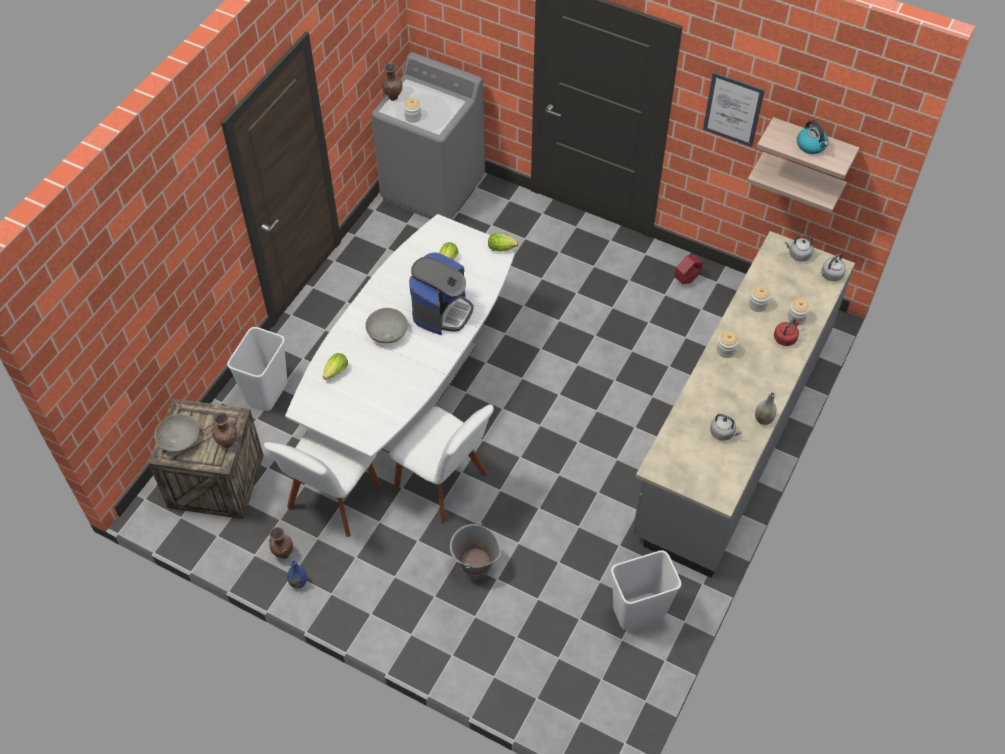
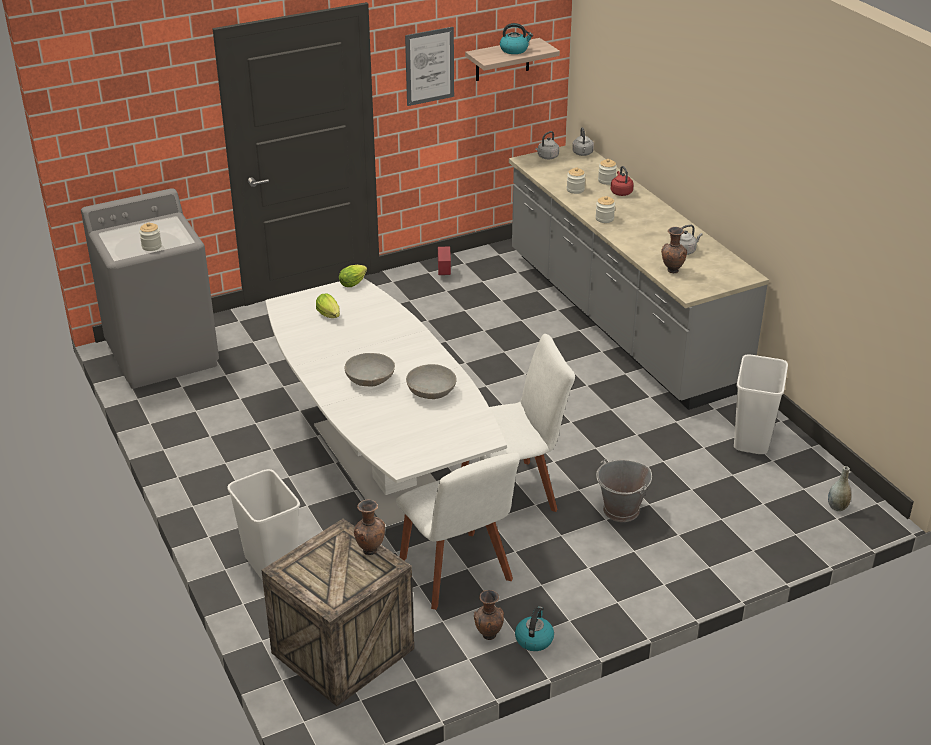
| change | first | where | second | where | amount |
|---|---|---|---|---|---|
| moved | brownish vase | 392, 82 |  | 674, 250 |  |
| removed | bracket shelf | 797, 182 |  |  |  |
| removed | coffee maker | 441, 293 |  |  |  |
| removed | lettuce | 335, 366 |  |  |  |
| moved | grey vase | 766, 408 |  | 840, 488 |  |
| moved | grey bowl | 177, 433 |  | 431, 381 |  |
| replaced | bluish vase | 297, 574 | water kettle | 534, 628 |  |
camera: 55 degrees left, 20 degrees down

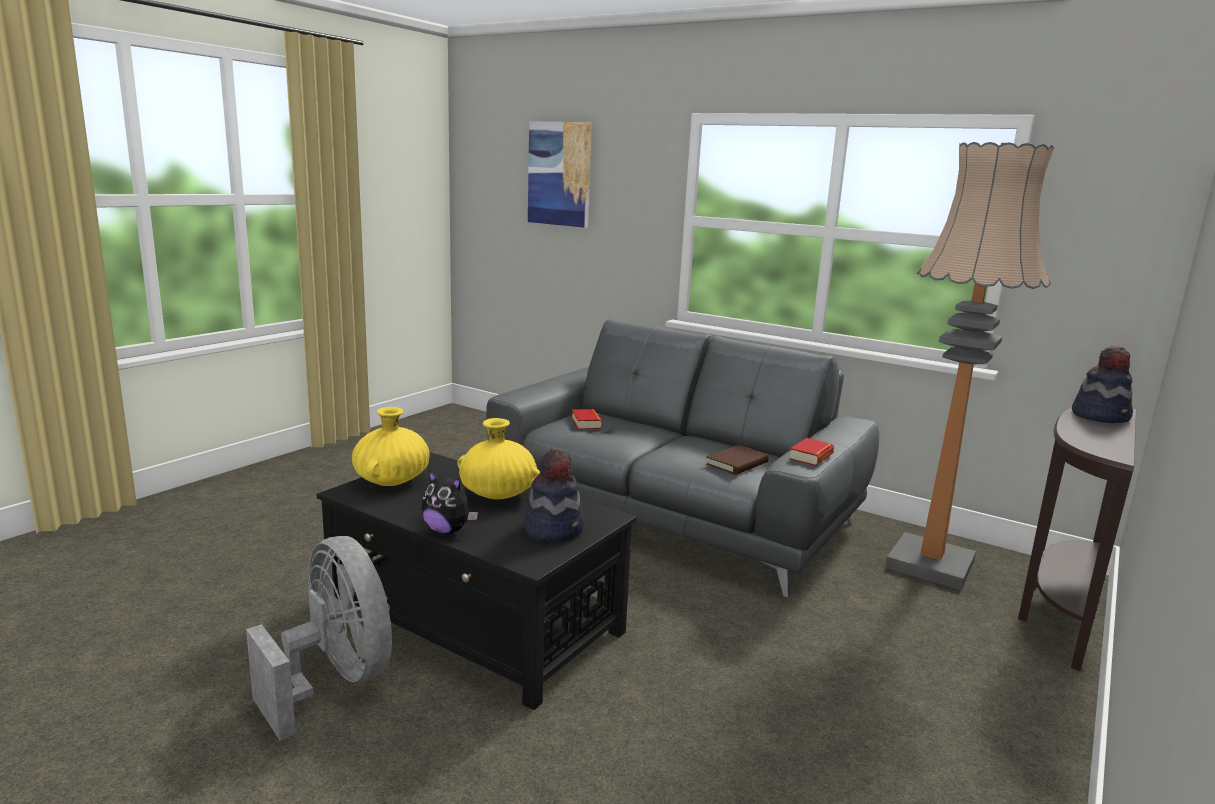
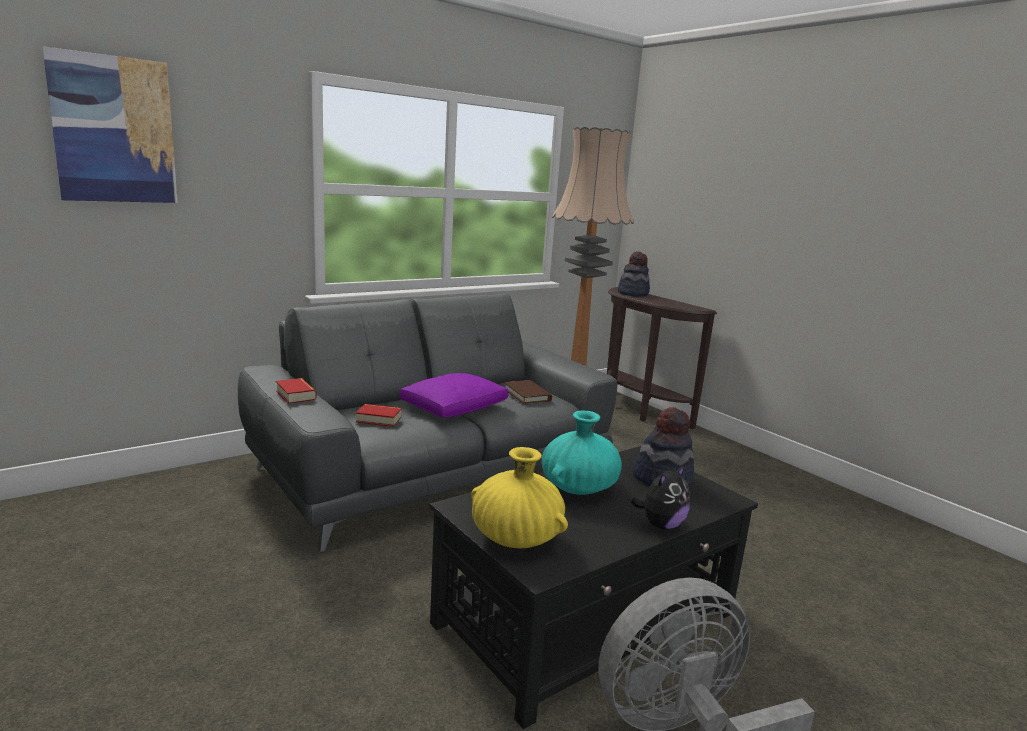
| change | first | where | second | where | amount |
|---|---|---|---|---|---|
| recoloured | yellow-coloured vase | 498, 458 | turquoise vase | 582, 452 |  |
| moved | volume | 811, 452 |  | 296, 391 |  |
| added |  |  | purple cushion | 454, 395 |  |
camera: 70 degrees left, 0 degrees up

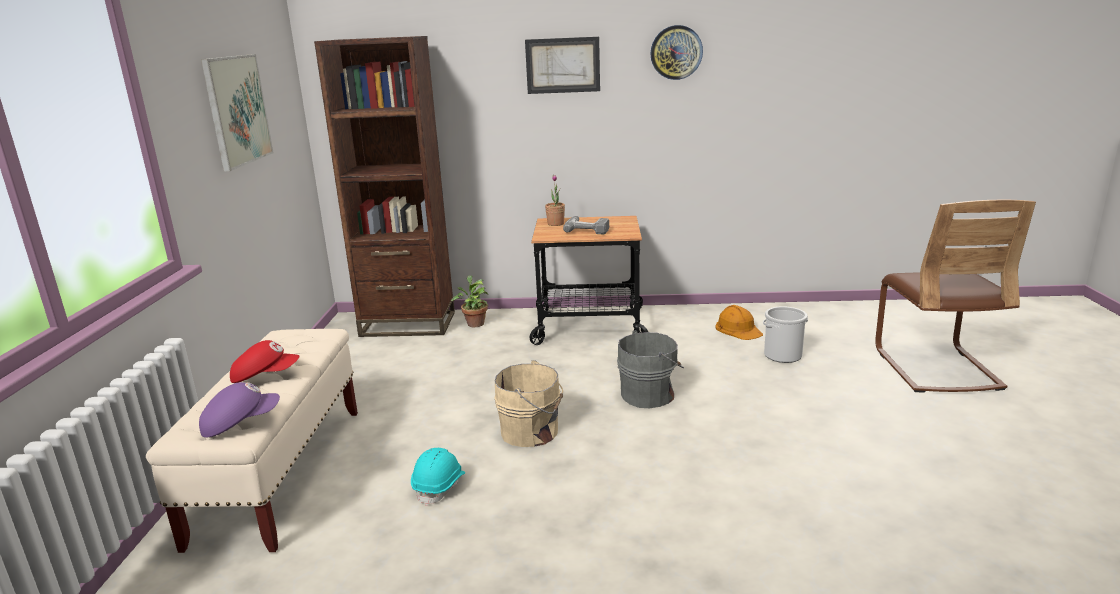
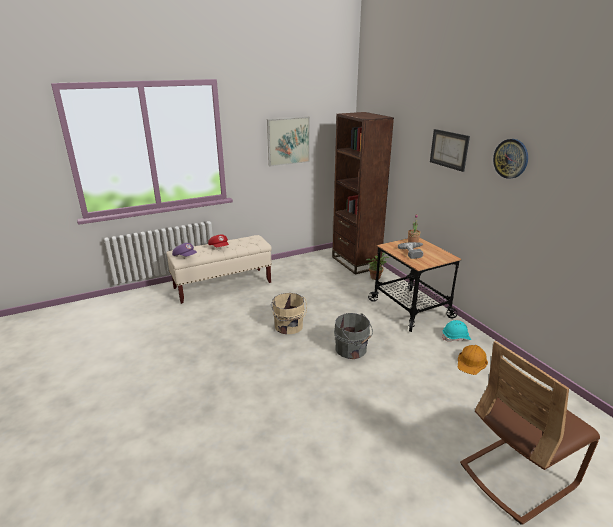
| change | first | where | second | where | amount |
|---|---|---|---|---|---|
| removed | pail | 785, 334 |  |  |  |
| moved | turquoise hard hat | 438, 477 |  | 456, 331 |  |
camera: 60 degrees right, 5 degrees up

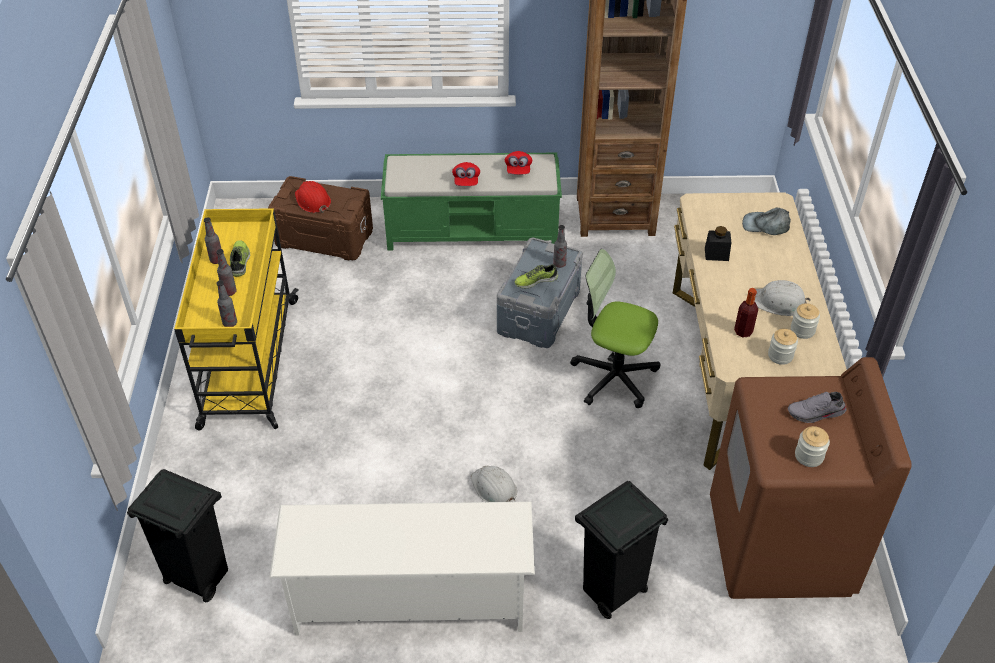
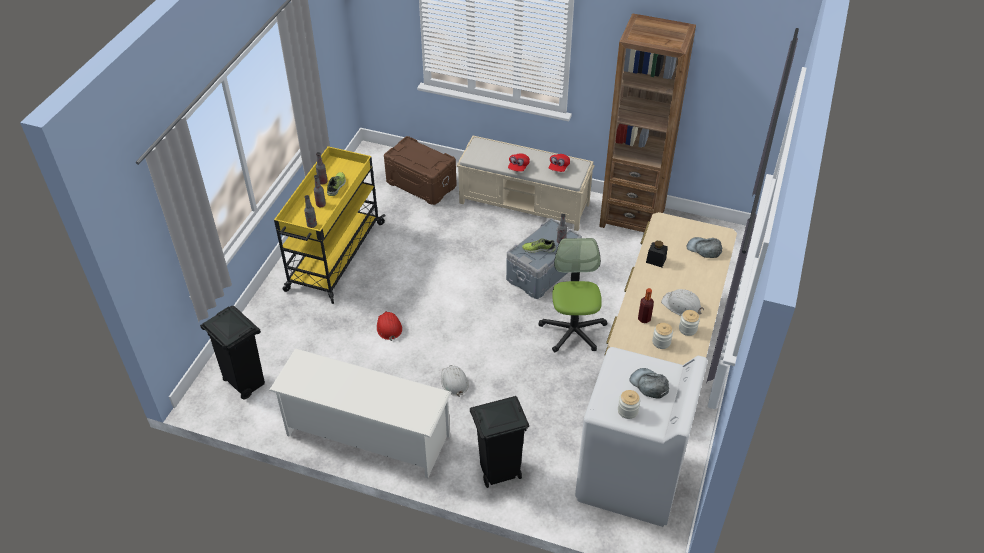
| change | first | where | second | where | amount |
|---|---|---|---|---|---|
| recoloured | greenish bench | 471, 201 | beige bench | 526, 183 |  |
| moved | red hard hat | 313, 197 |  | 389, 326 |  |
| turned | desk chair | 615, 328 |  | 573, 295 | 45 degrees clockwise |
| recoloured | brownish washing machine | 811, 478 | white-coloured washing machine | 641, 437 |  |
| replaced | grey low shoe | 817, 407 | grey peaked cap | 649, 383 |  |
camera: 20 degrees right, 0 degrees up

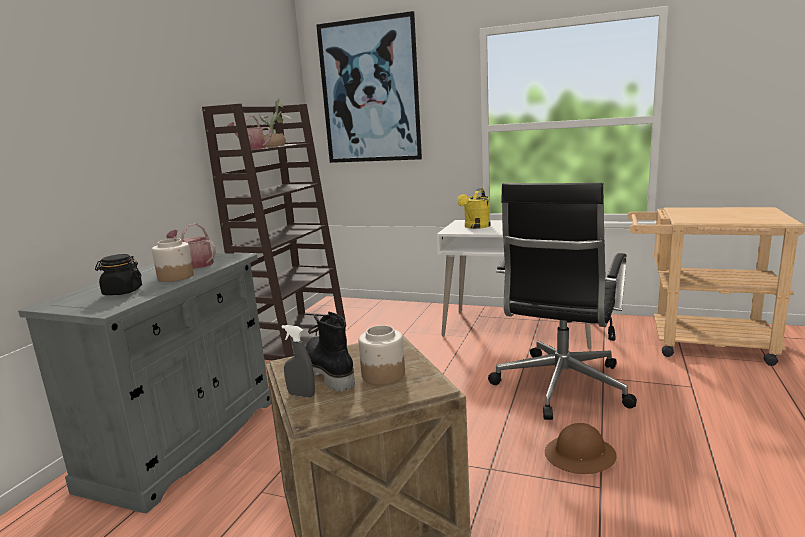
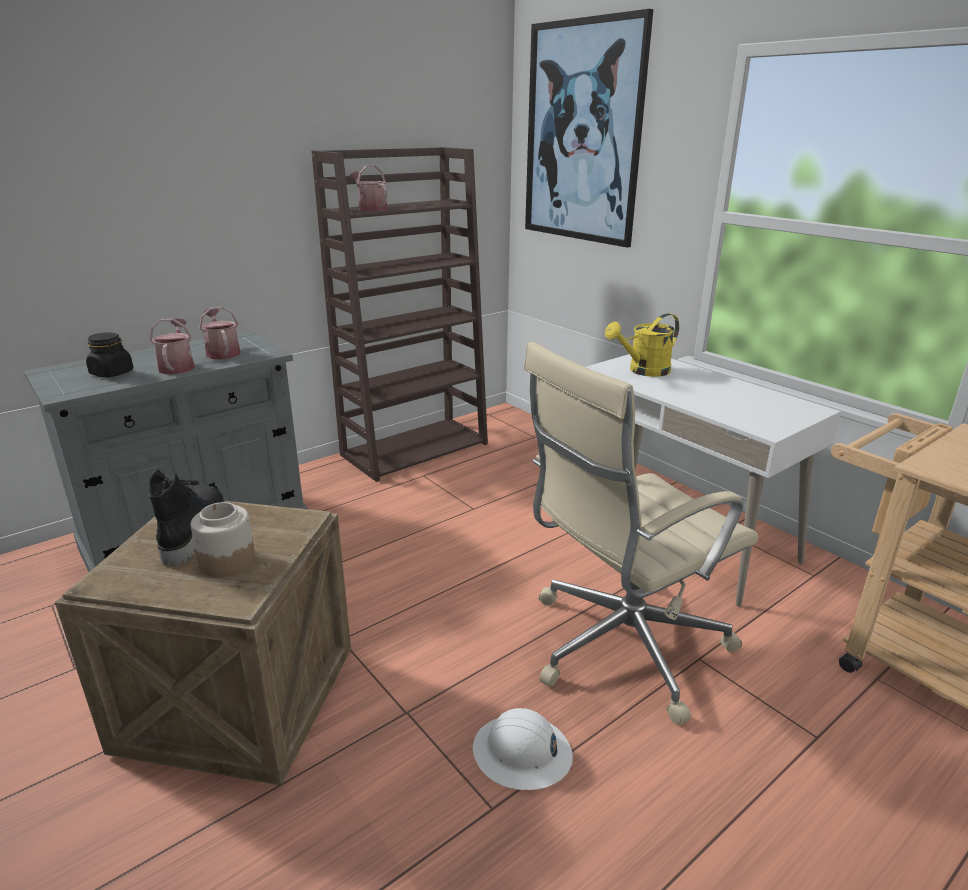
| change | first | where | second | where | amount |
|---|---|---|---|---|---|
| removed | plant in a pot | 275, 122 |  |  |  |
| recoloured | blackish desk chair | 562, 301 | beige desk chair | 641, 533 |  |
| replaced | storage jar | 173, 260 | sprinkling can | 172, 346 |  |
| removed | grey hand sprayer | 298, 361 |  |  |  |
| recoloured | brownish hard hat | 581, 448 | white-coloured hard hat | 523, 749 |  |
camera: 30 degrees right, 10 degrees up

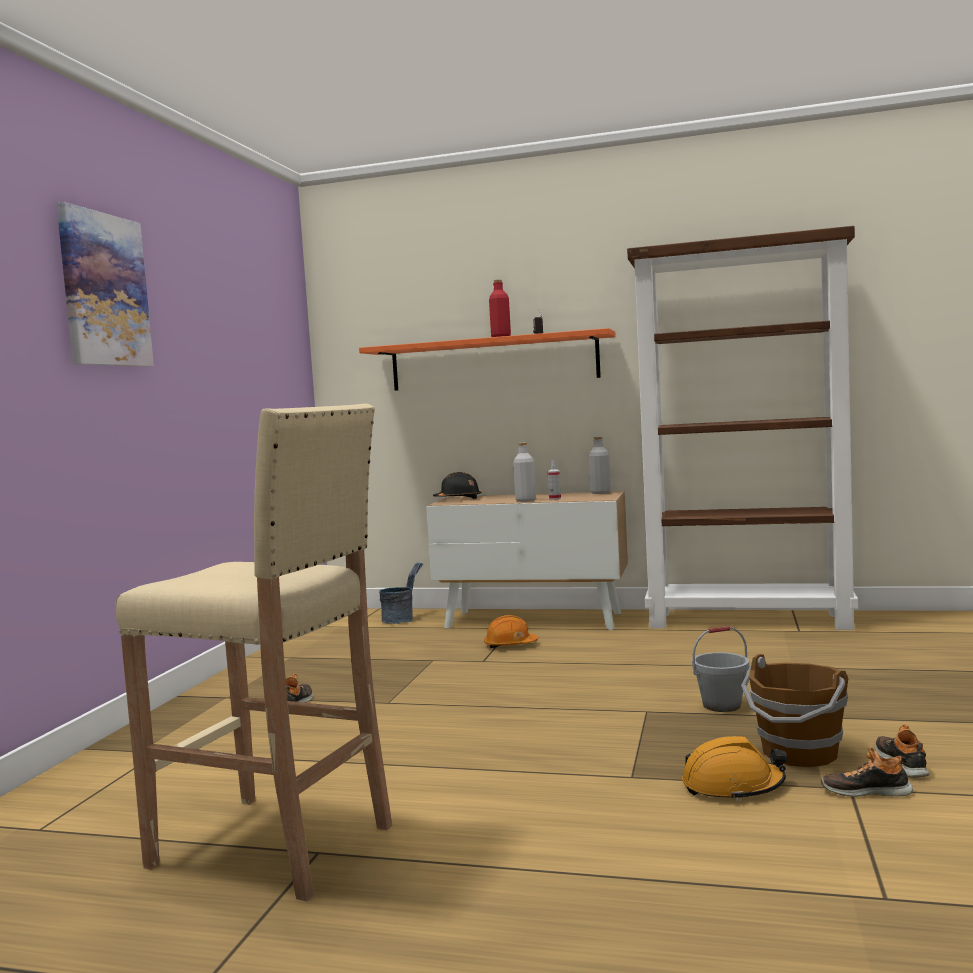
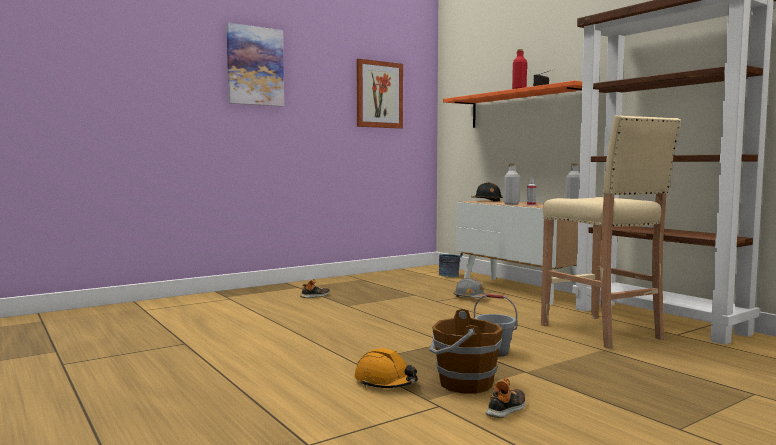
| change | first | where | second | where | amount |
|---|---|---|---|---|---|
| moved | beige stool seat | 253, 652 |  | 611, 232 |  |
| recoloured | orange hard hat | 511, 631 | grey hard hat | 470, 287 |  |
| removed | low shoe | 867, 772 |  |  |  |
| added |  |  | picture | 380, 94 |  |
camera: 40 degrees right, 0 degrees up

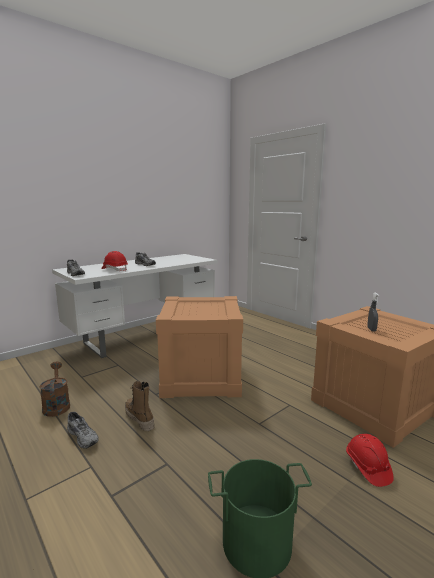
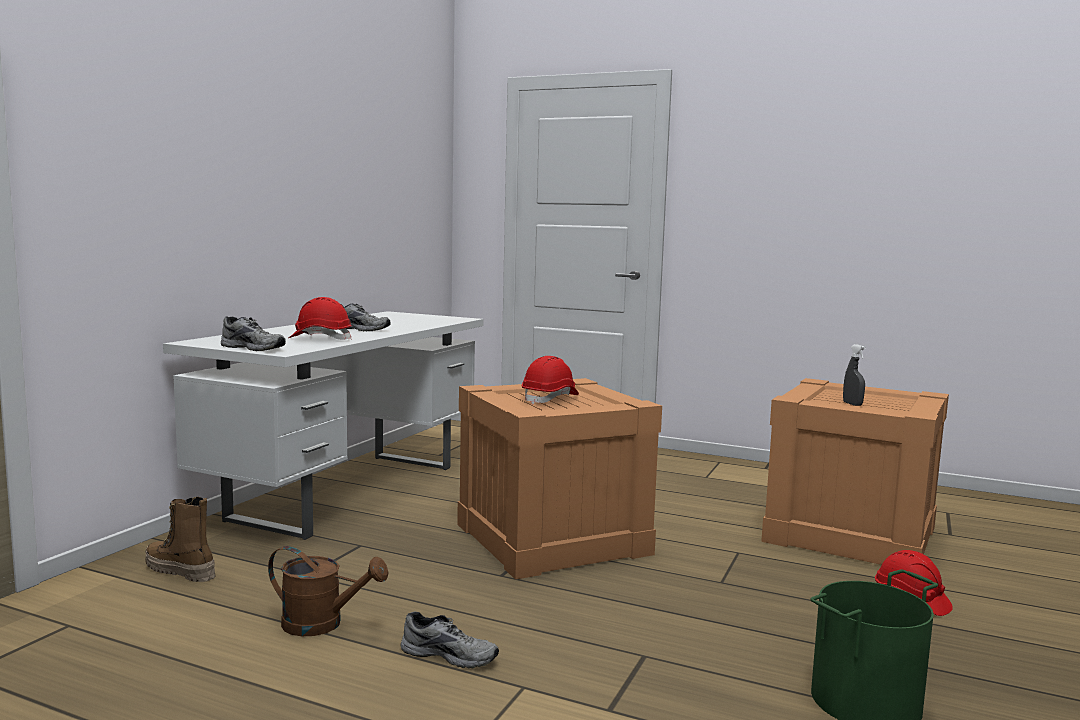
| change | first | where | second | where | amount |
|---|---|---|---|---|---|
| turned | brownish sprinkling can | 55, 389 |  | 328, 591 | 150 degrees clockwise |
| moved | tall boot | 139, 406 |  | 180, 539 |  |
| added |  |  | red hard hat | 550, 380 |  |
camera: 25 degrees left, 5 degrees down

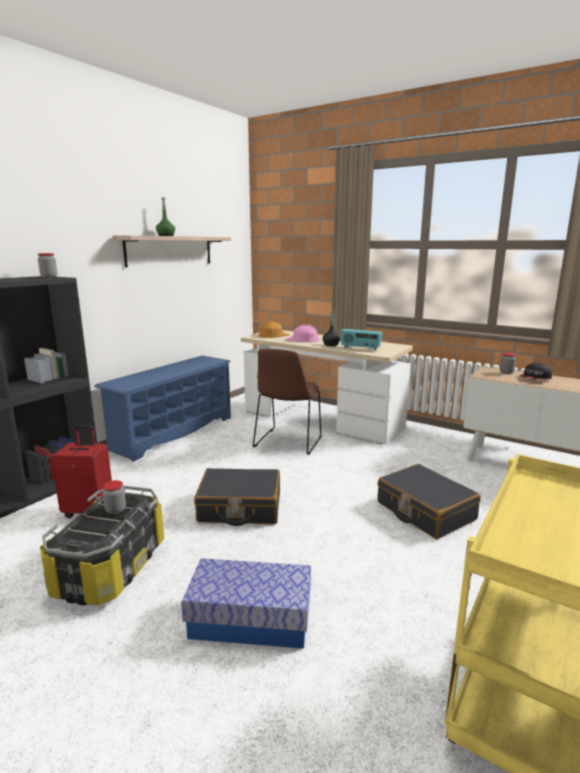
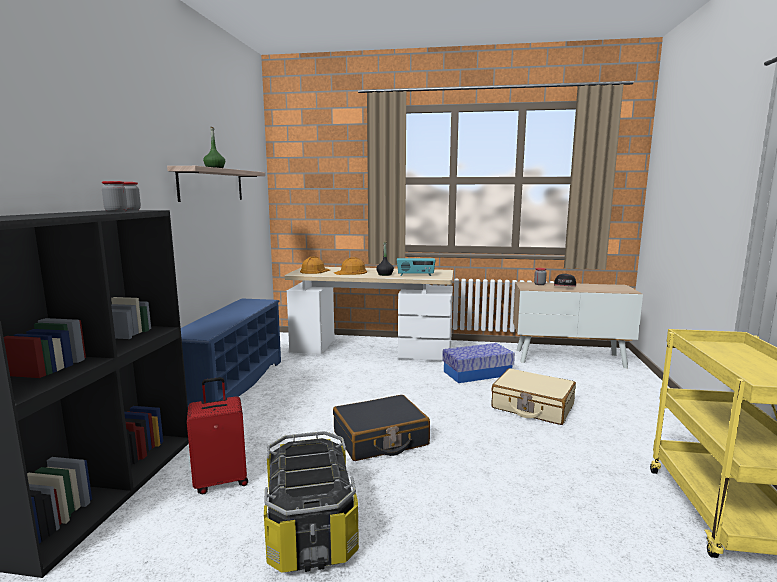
| change | first | where | second | where | amount |
|---|---|---|---|---|---|
| recoloured | pink-coloured hard hat | 303, 333 | orange hard hat | 350, 266 |  |
| removed | brownish upright chair | 287, 402 |  |  |  |
| recoloured | blackish travel case | 429, 501 | beige travel case | 533, 396 |  |
| moved | storage jar | 114, 497 |  | 114, 196 |  |
| moved | storage bin | 246, 603 |  | 478, 363 |  |
camera: 25 degrees left, 5 degrees down

